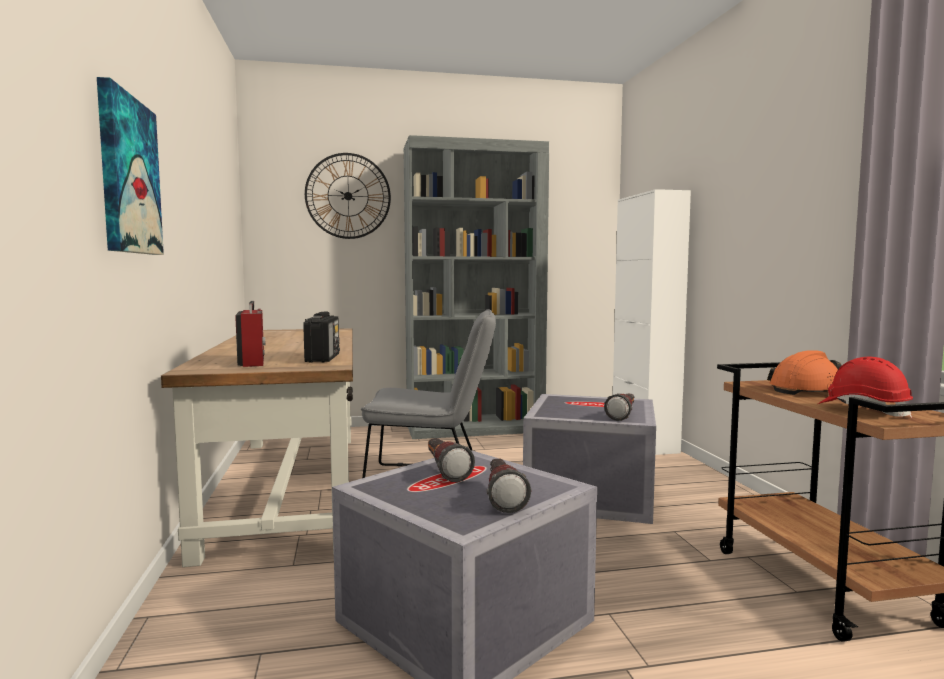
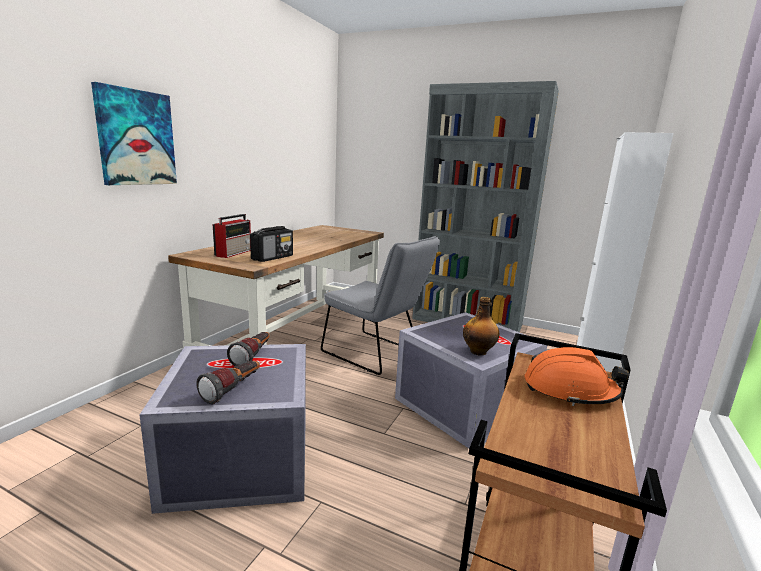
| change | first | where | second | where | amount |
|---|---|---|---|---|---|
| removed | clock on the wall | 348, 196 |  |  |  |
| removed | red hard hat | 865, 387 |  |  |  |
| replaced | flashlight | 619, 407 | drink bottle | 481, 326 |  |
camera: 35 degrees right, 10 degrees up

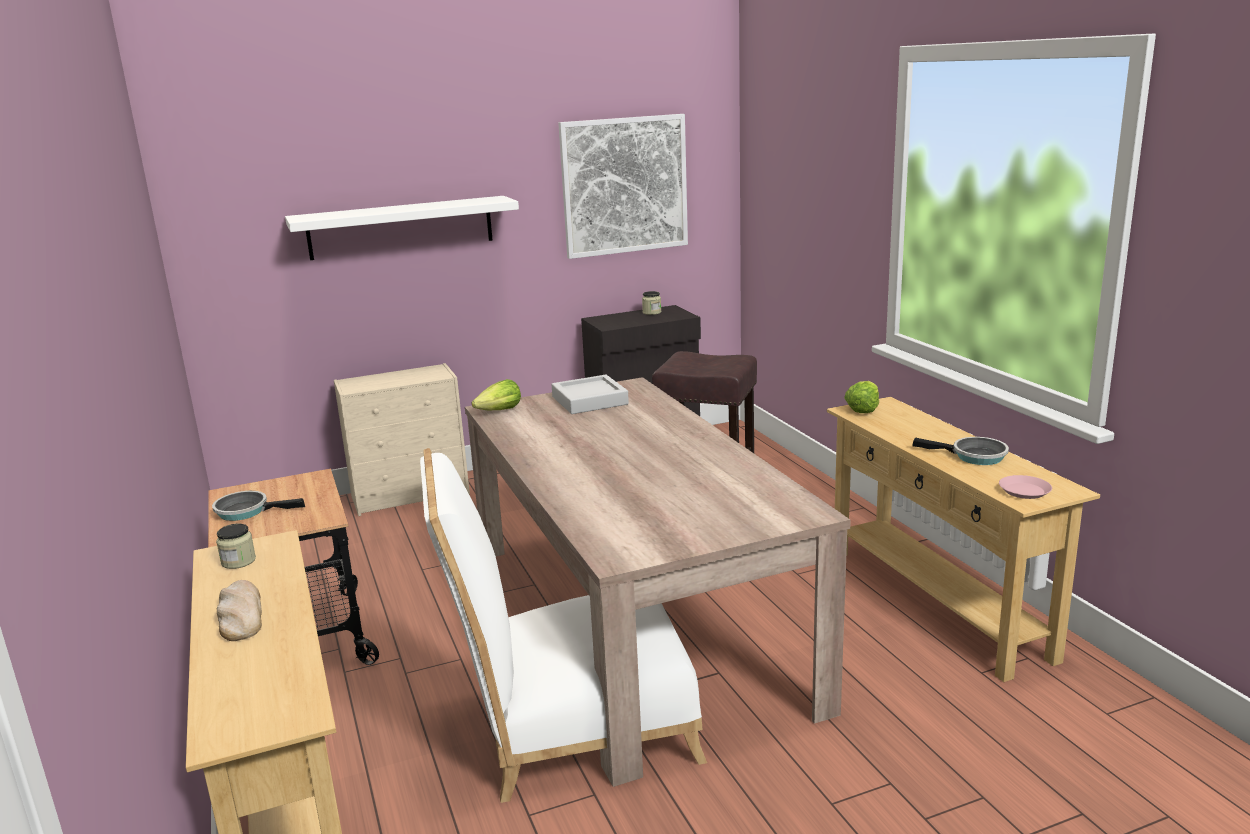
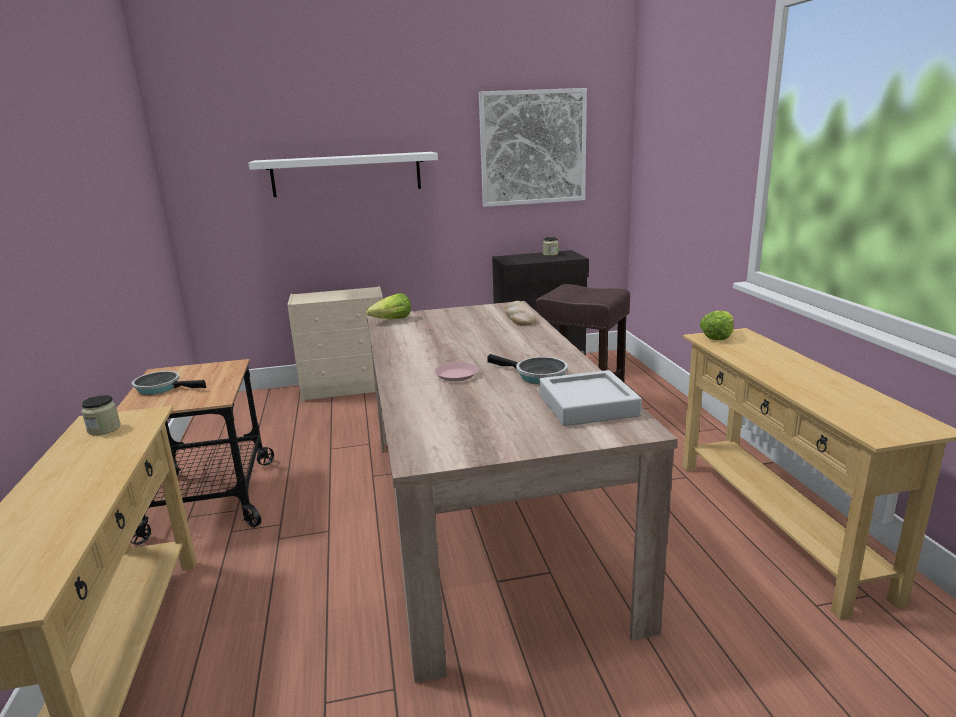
| change | first | where | second | where | amount |
|---|---|---|---|---|---|
| moved | grey carrying tray | 590, 394 |  | 590, 398 |  |
| moved | pan | 960, 451 |  | 527, 369 |  |
| removed | white-coloured upright chair | 563, 625 |  |  |  |
| moved | pink-coloured plate | 1025, 487 |  | 456, 371 |  |
| moved | baked bread | 239, 610 |  | 520, 313 |  |
camera: 10 degrees right, 0 degrees up

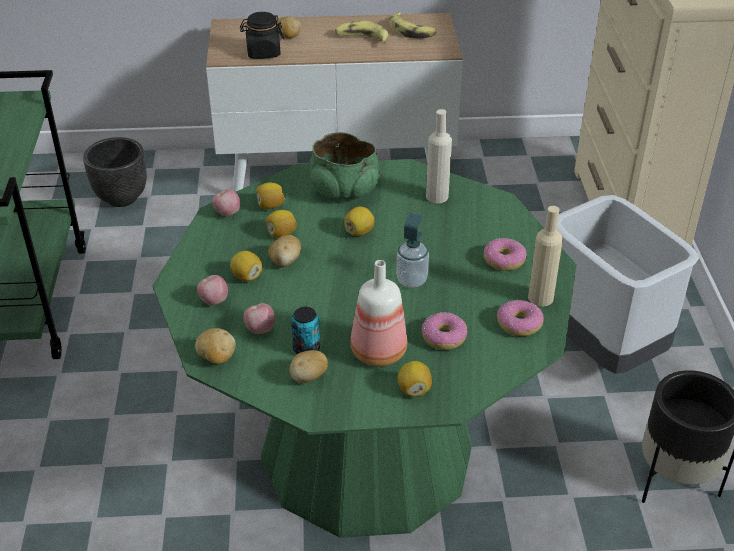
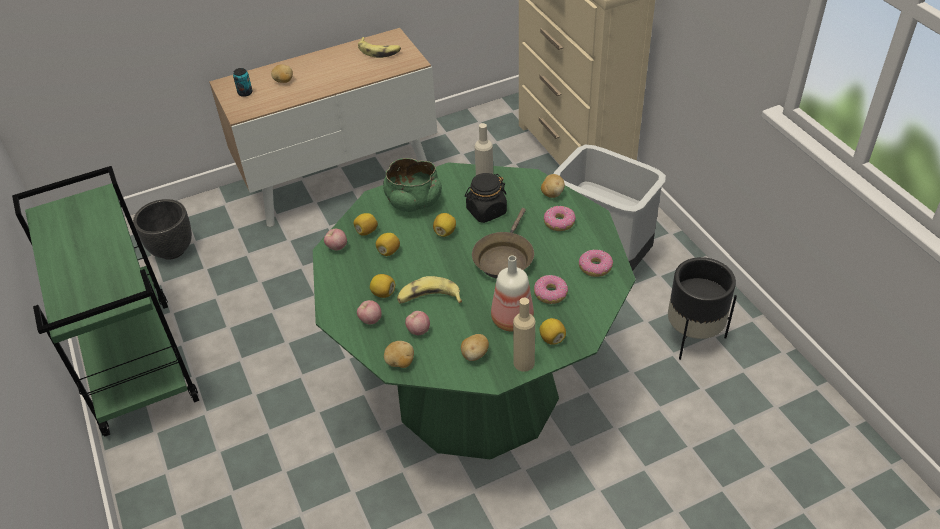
| change | first | where | second | where | amount |
|---|---|---|---|---|---|
| moved | blackish storage jar | 262, 35 |  | 486, 198 |  |
| moved | whole banana | 361, 32 |  | 429, 289 |  |
| moved | beige drink bottle | 545, 256 |  | 524, 335 |  |
| replaced | liquid soap bottle | 412, 250 | brownish pan | 503, 243 |  |
| moved | whole potato | 285, 250 |  | 553, 186 |  |
| moved | can | 305, 330 |  | 243, 82 |  |
camera: 20 degrees left, 5 degrees up

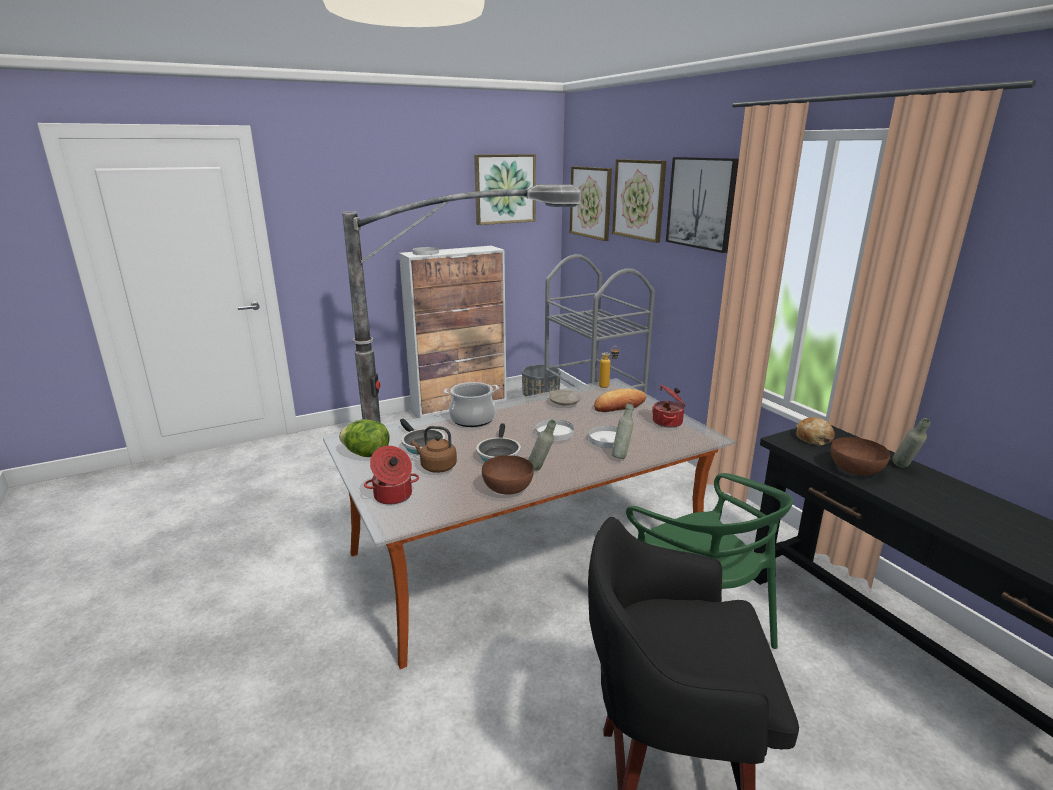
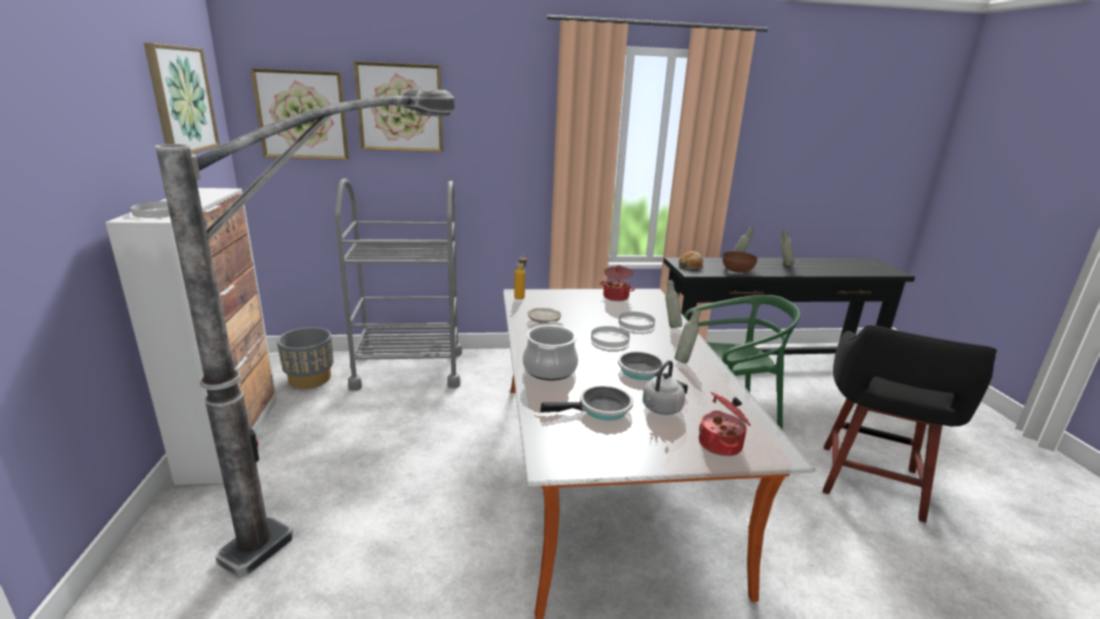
| change | first | where | second | where | amount |
|---|---|---|---|---|---|
| removed | picture | 702, 205 |  |  |  |
| removed | baked bread | 620, 400 |  |  |  |
| removed | lettuce | 364, 438 |  |  |  |
| turned | pan | 498, 443 |  | 653, 372 | 150 degrees counterclockwise |
| recoloured | brownish water kettle | 434, 449 | grey water kettle | 664, 387 |  |
| removed | brownish bowl | 508, 475 |  |  |  |
| added |  |  | grey drink bottle | 787, 248 |  |
camera: 70 degrees left, 0 degrees up

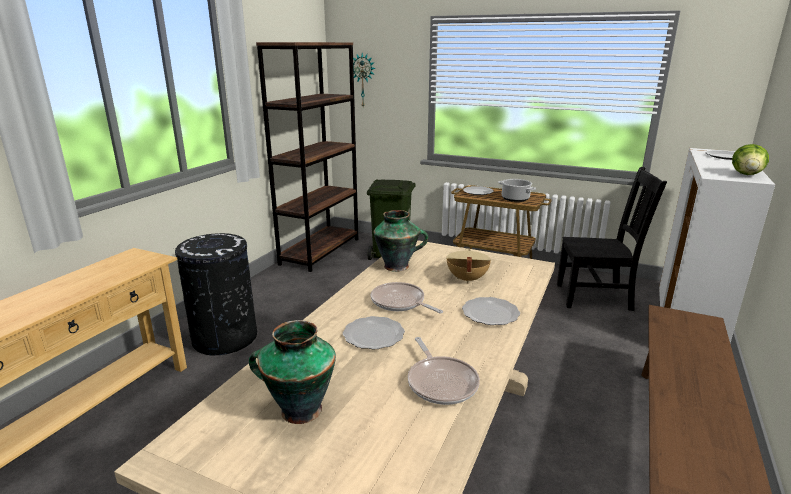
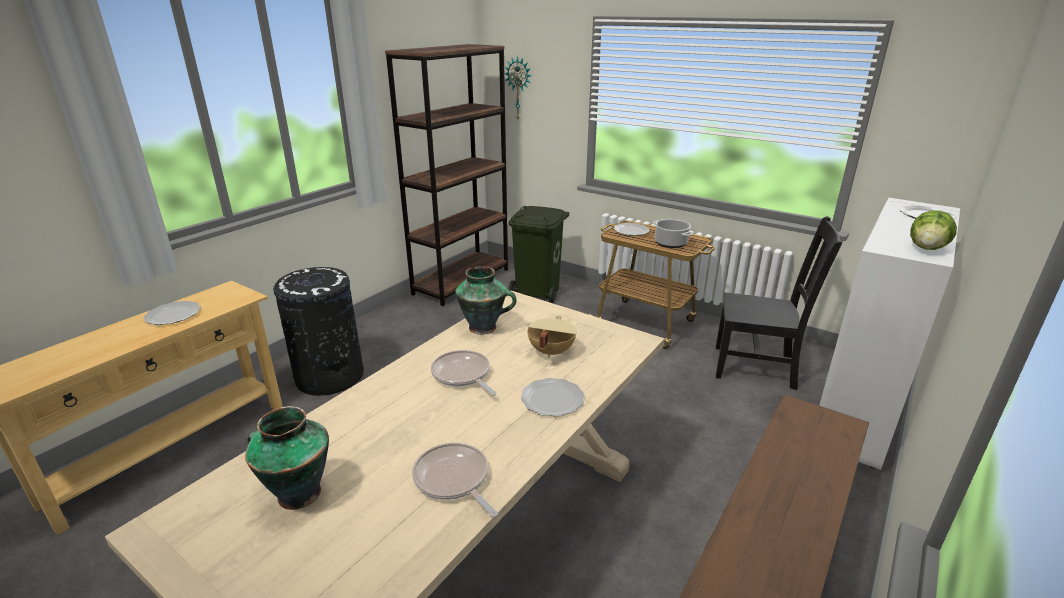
| change | first | where | second | where | amount |
|---|---|---|---|---|---|
| moved | plate | 374, 332 |  | 172, 313 |  |
| turned | pan | 444, 371 |  | 455, 480 | 150 degrees clockwise |
camera: 10 degrees right, 5 degrees up

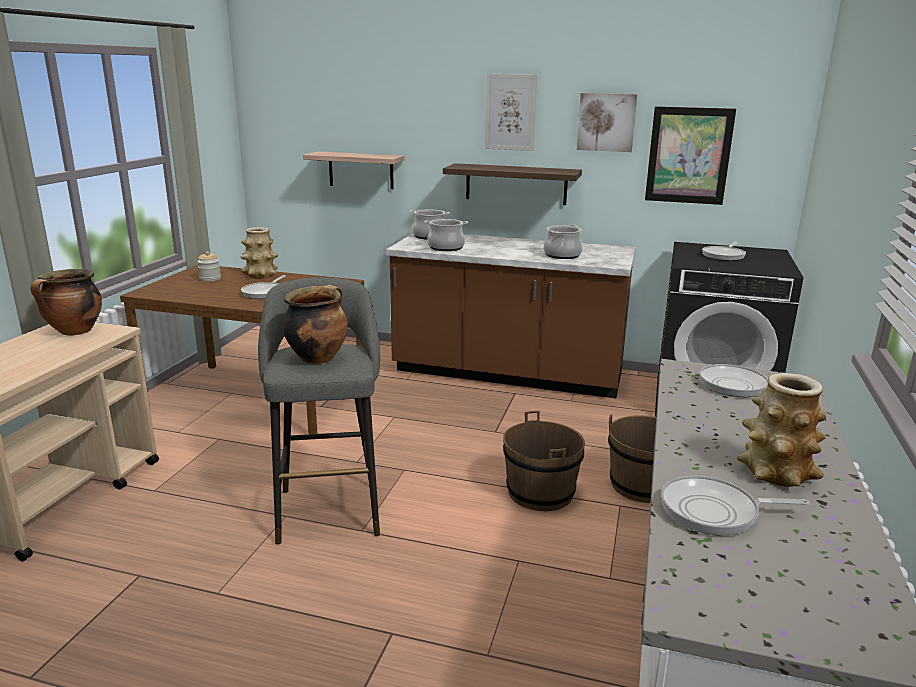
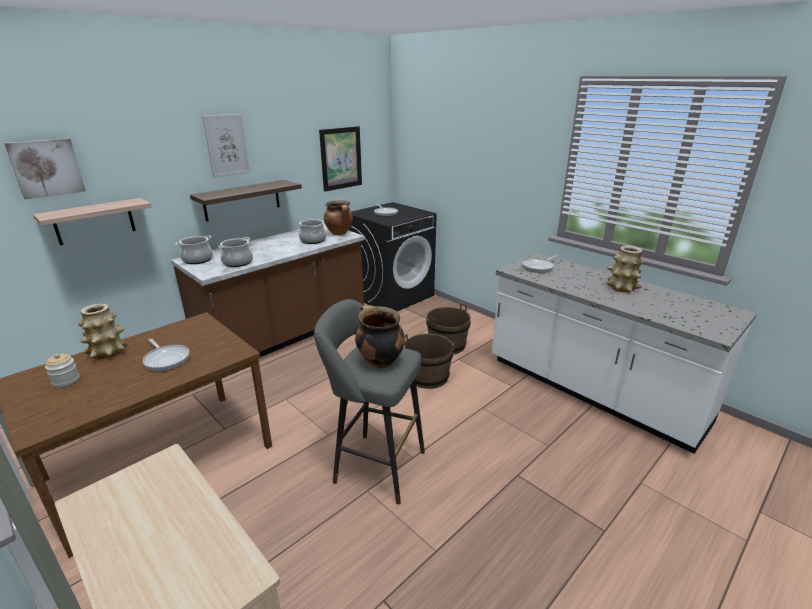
| change | first | where | second | where | amount |
|---|---|---|---|---|---|
| moved | picture | 607, 122 |  | 45, 168 |  |
| moved | saucepot | 66, 302 |  | 338, 217 |  |
| removed | pan | 735, 505 |  |  |  |
camera: 60 degrees left, 5 degrees up

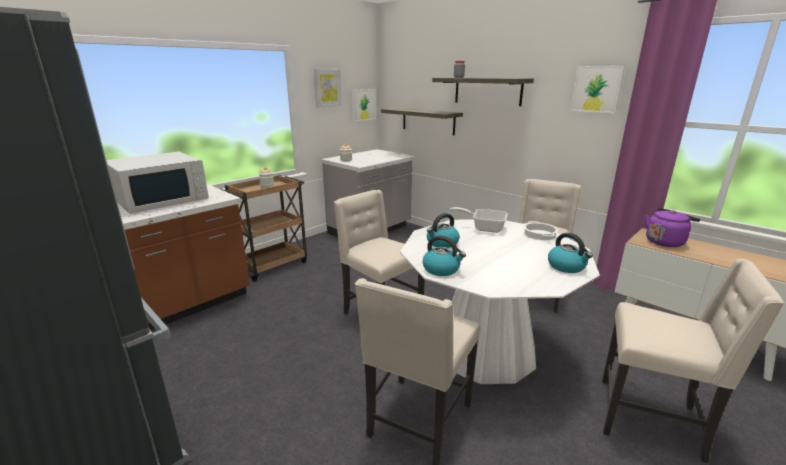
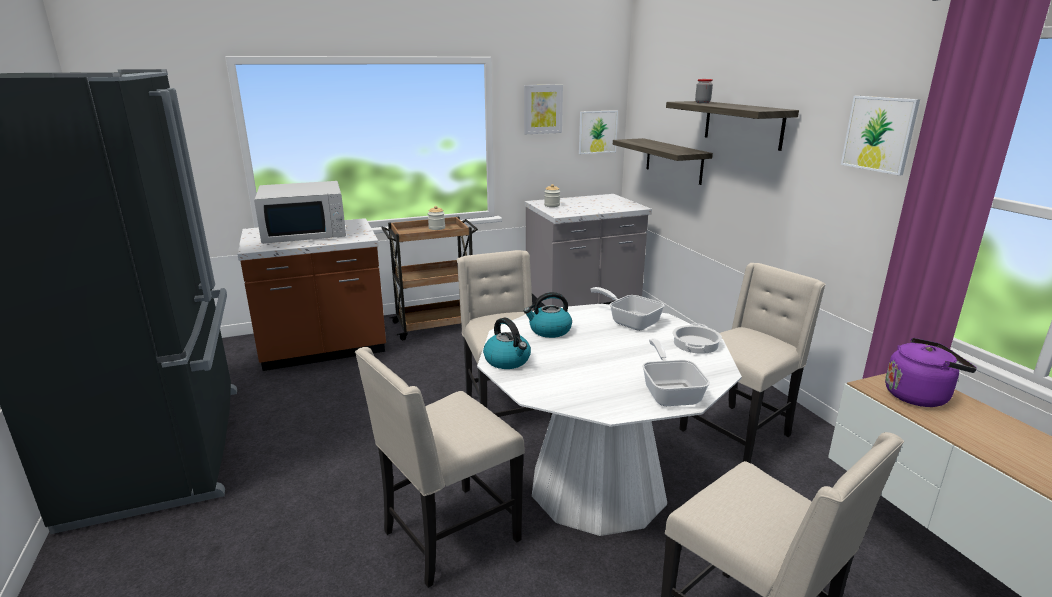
| change | first | where | second | where | amount |
|---|---|---|---|---|---|
| replaced | water kettle | 570, 253 | pan | 676, 372 |  |
camera: 25 degrees right, 0 degrees up

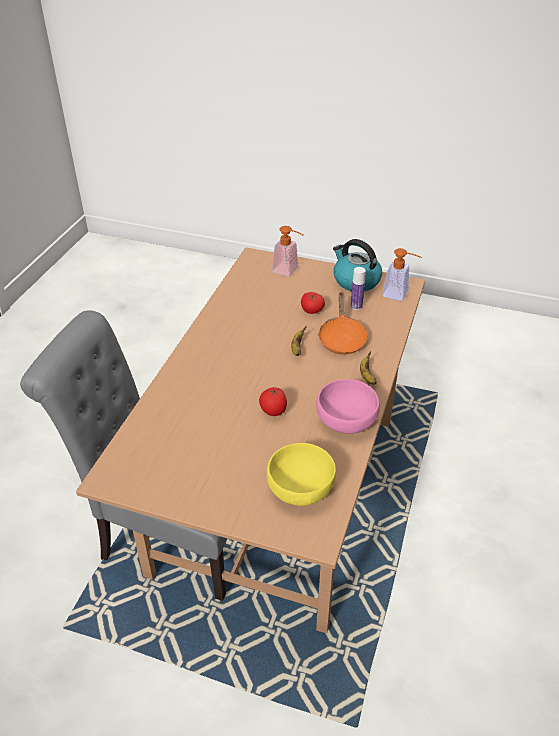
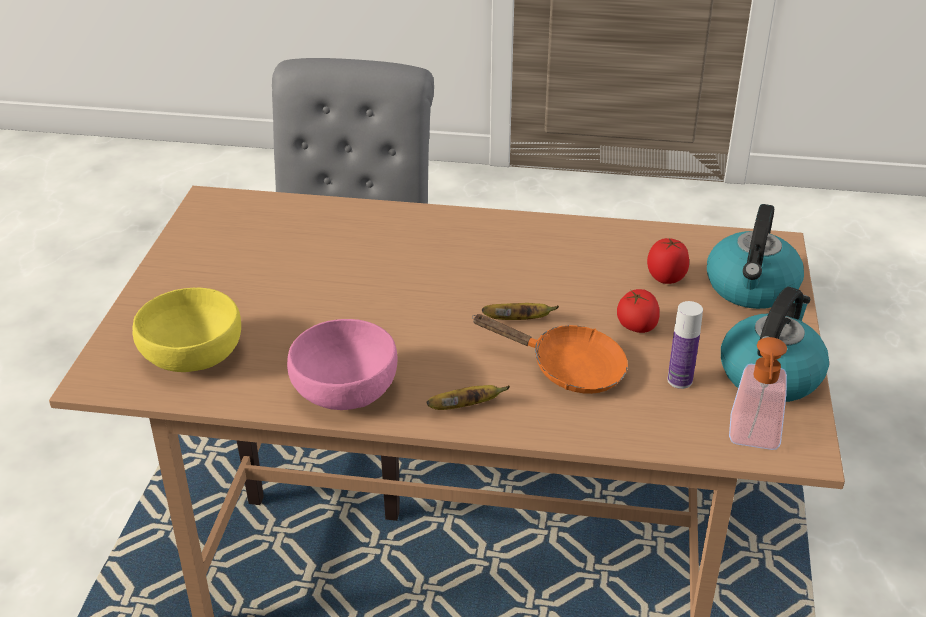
| change | first | where | second | where | amount |
|---|---|---|---|---|---|
| replaced | liquid soap bottle | 288, 251 | water kettle | 755, 256 |  |
| turned | orange pan | 343, 323 |  | 550, 354 | 150 degrees counterclockwise |
| moved | fresh tomato | 273, 401 |  | 668, 261 |  |
camera: 80 degrees right, 5 degrees down

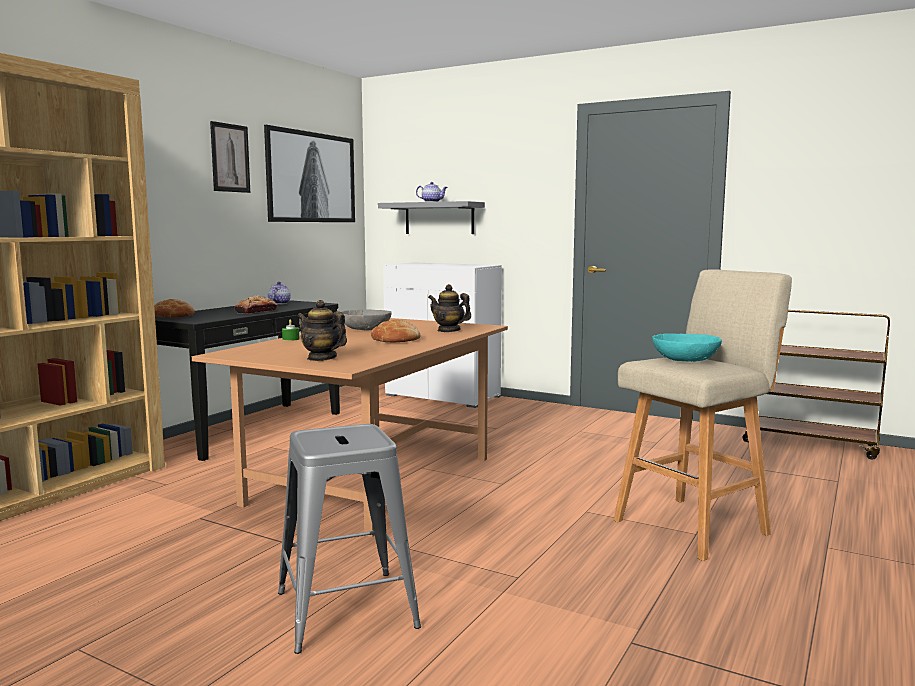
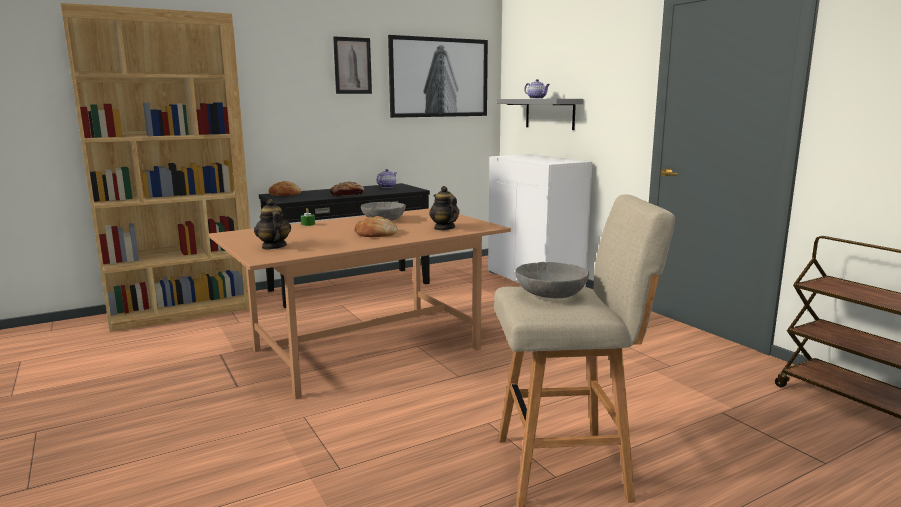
| change | first | where | second | where | amount |
|---|---|---|---|---|---|
| recoloured | turquoise bowl | 687, 347 | grey bowl | 552, 280 |  |
| removed | grey stool seat | 349, 539 |  |  |  |
camera: 30 degrees right, 5 degrees up

